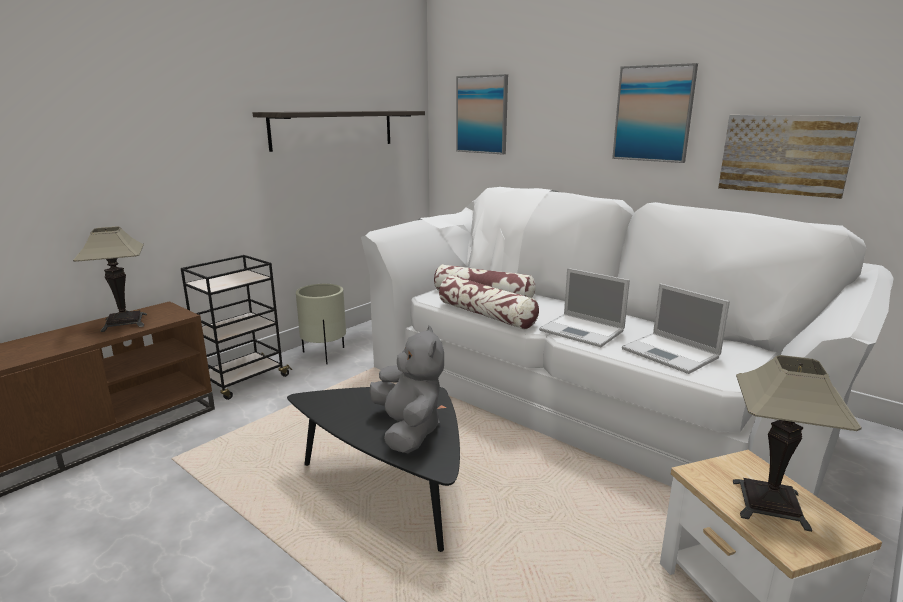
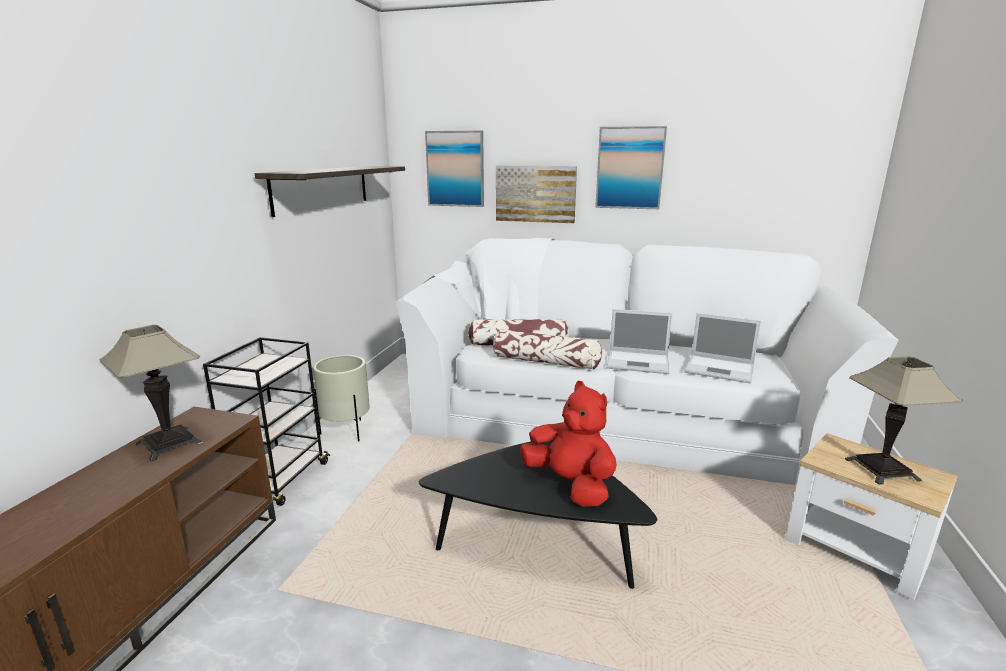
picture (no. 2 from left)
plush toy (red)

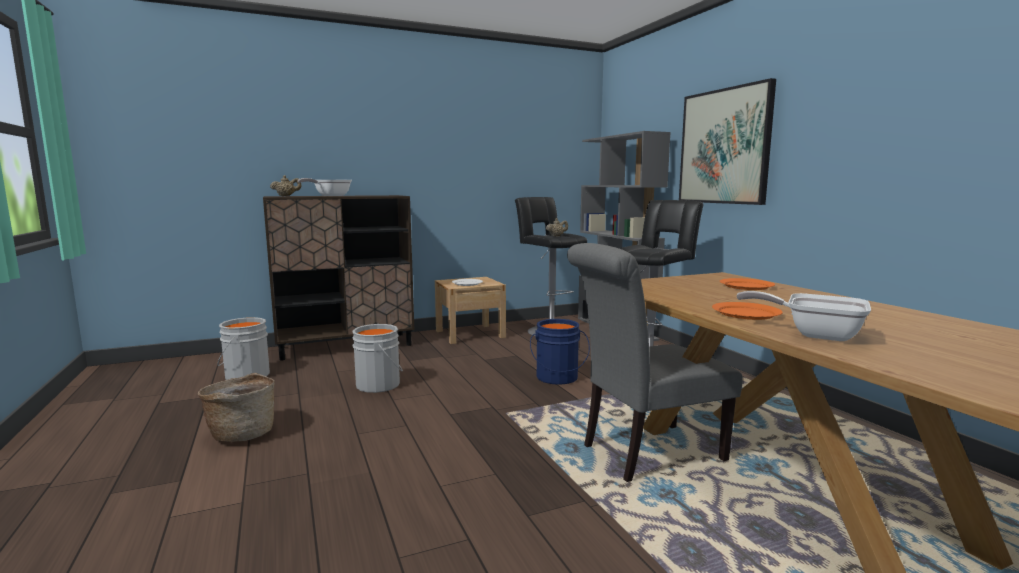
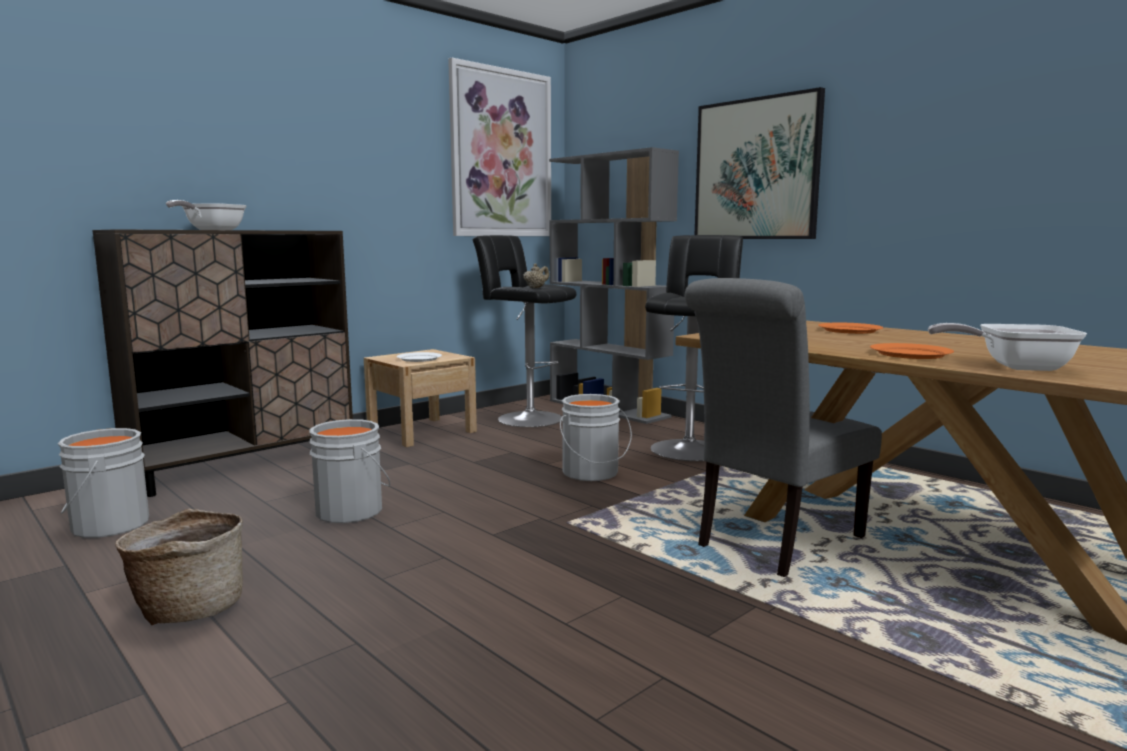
teapot (beige) (no. 1 from left in the first image)
bucket (grey) (no. 3 from left)
picture (no. 1 from left)

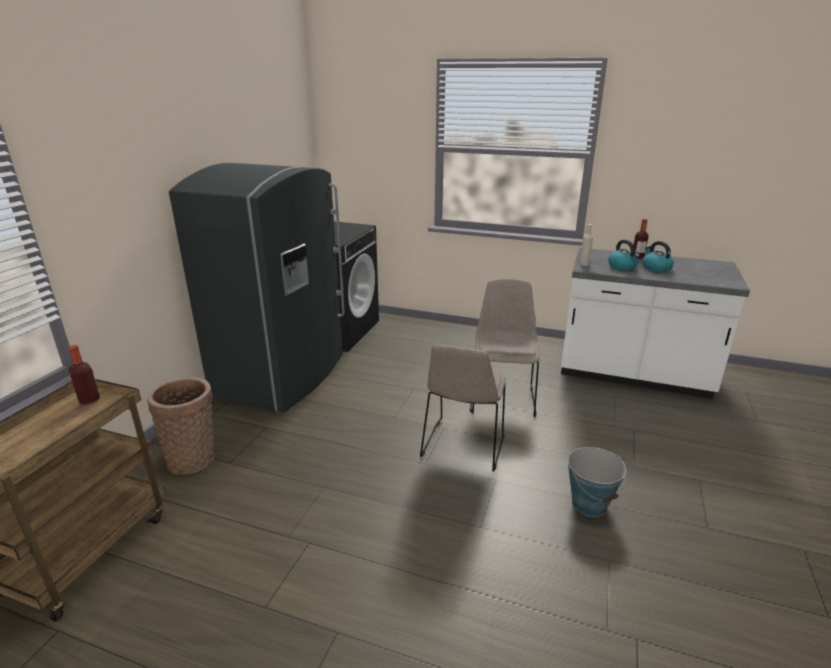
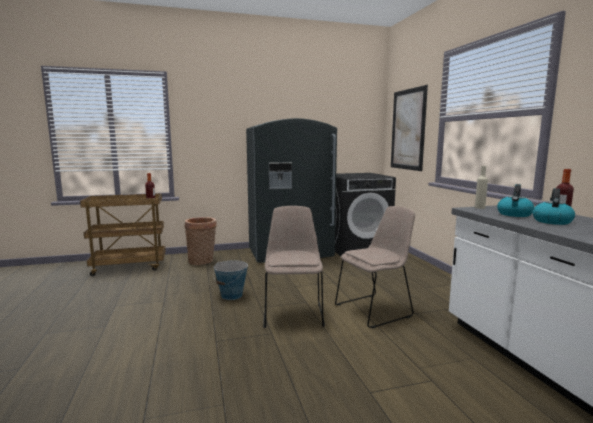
chair (beige) (no. 1 from left)
bucket
picture

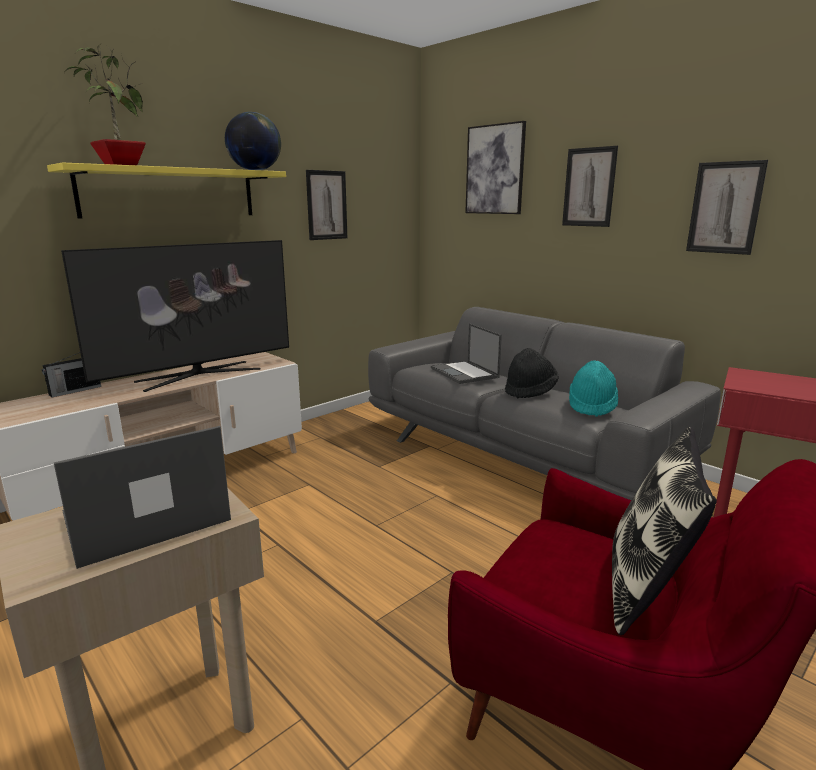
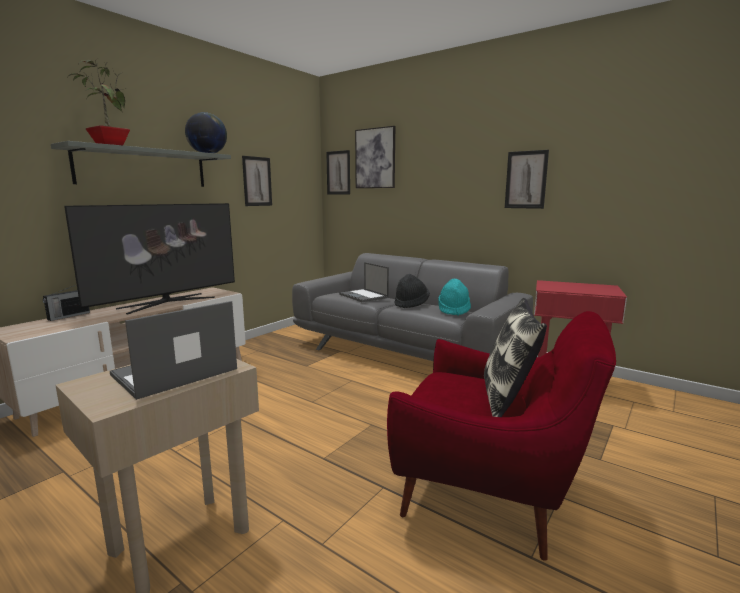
picture (no. 2 from left)
shelf (grey)

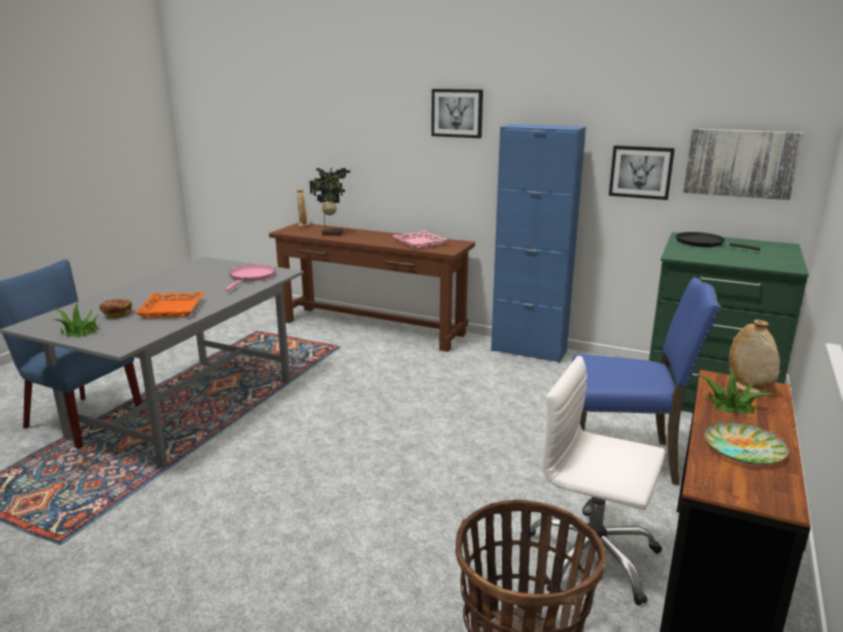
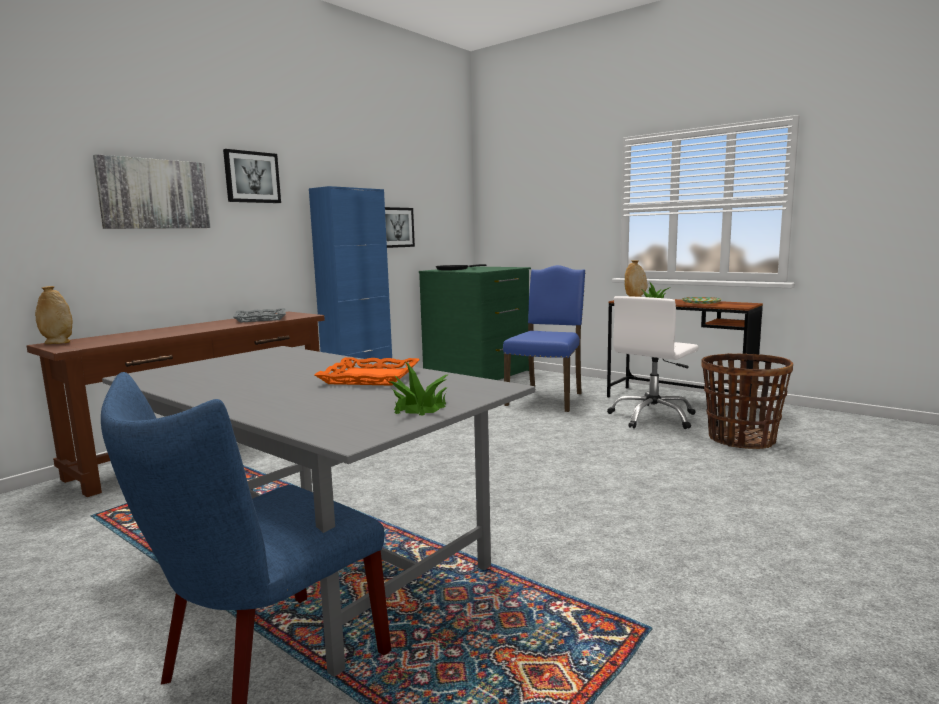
picture (no. 1 from left)
potted plant (no. 2 from left in the first image)
tray (grey)
frying pan (pink)
bread

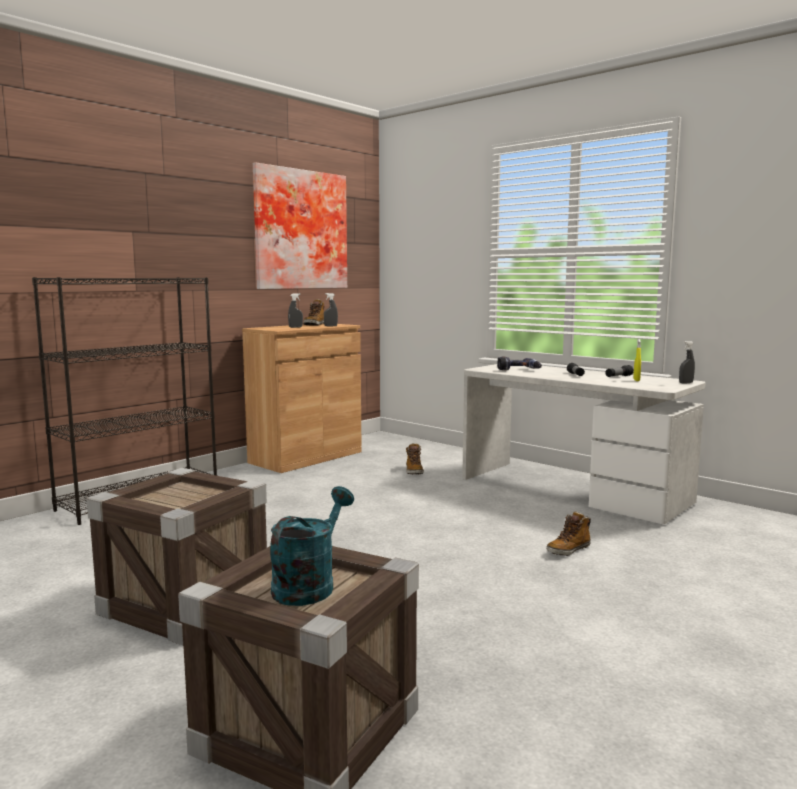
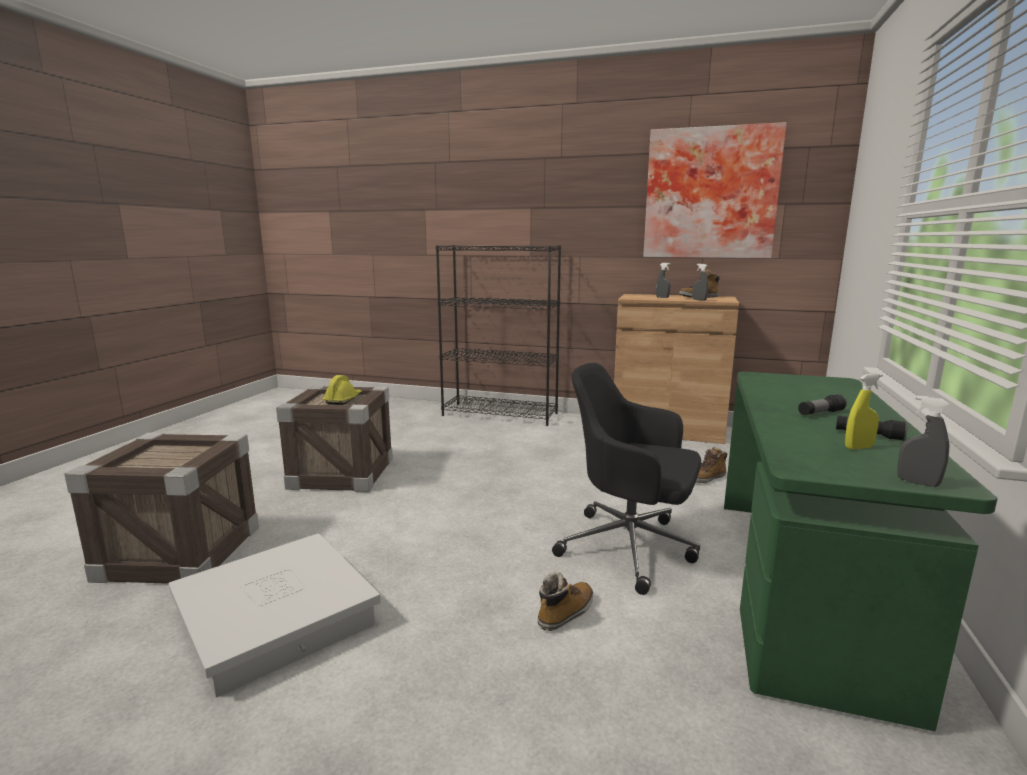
power drill
desk (green)
watering can (turquoise)
boot (no. 1 from left)
office chair (black)
hard hat (yellow)
storage box (white)

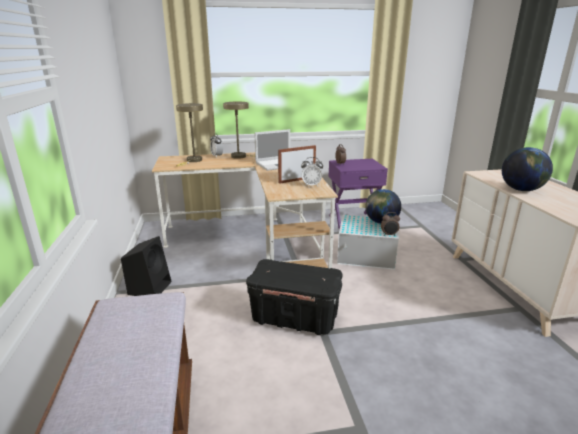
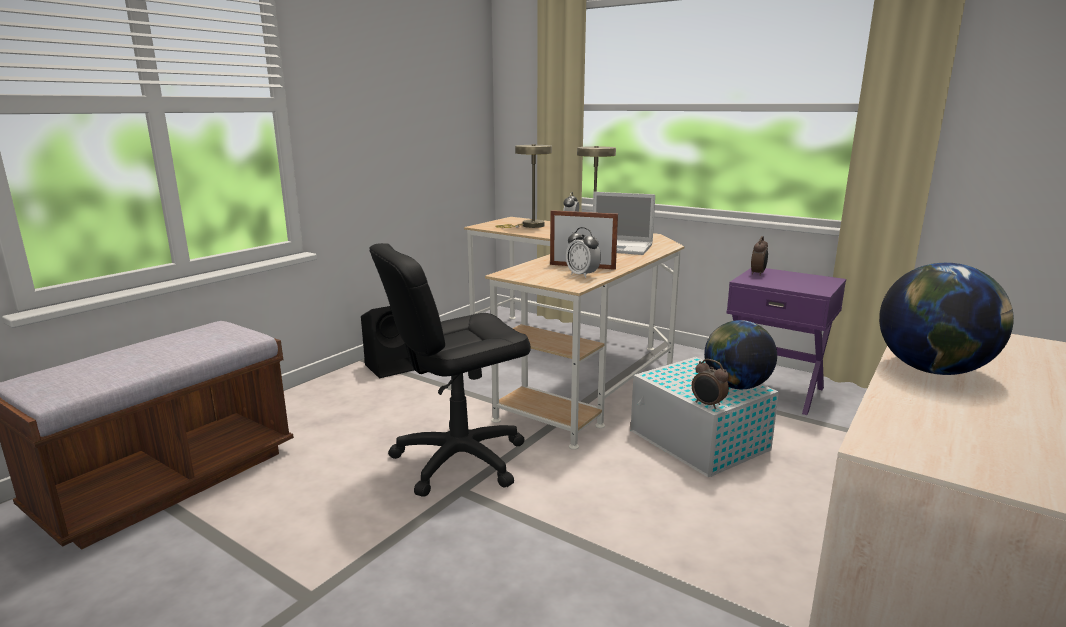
office chair (black)

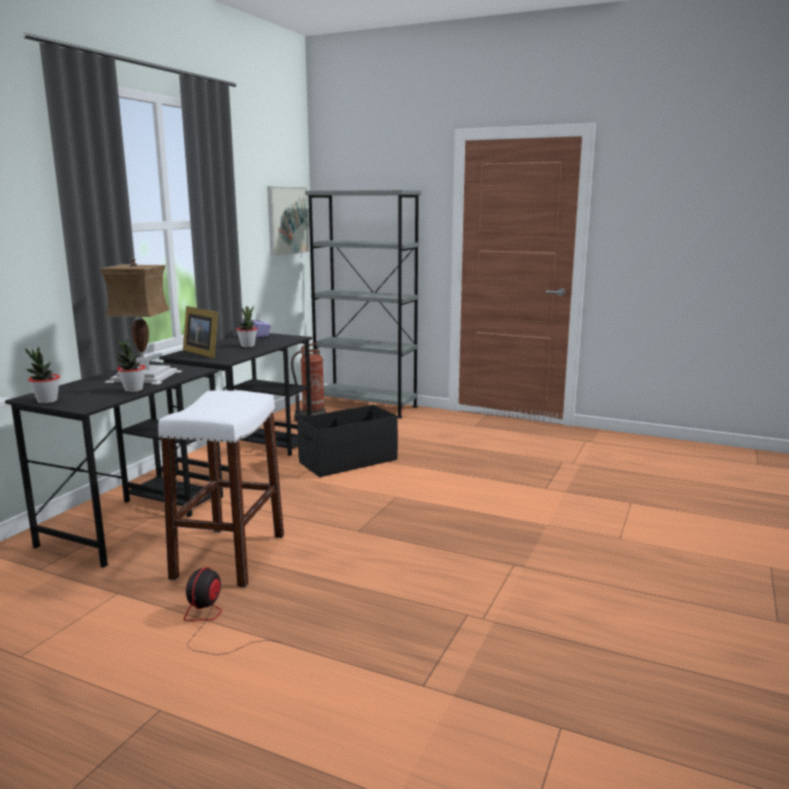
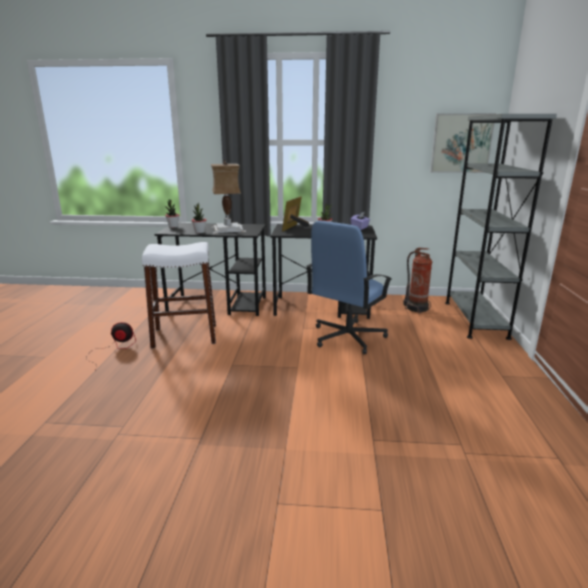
office chair (blue)

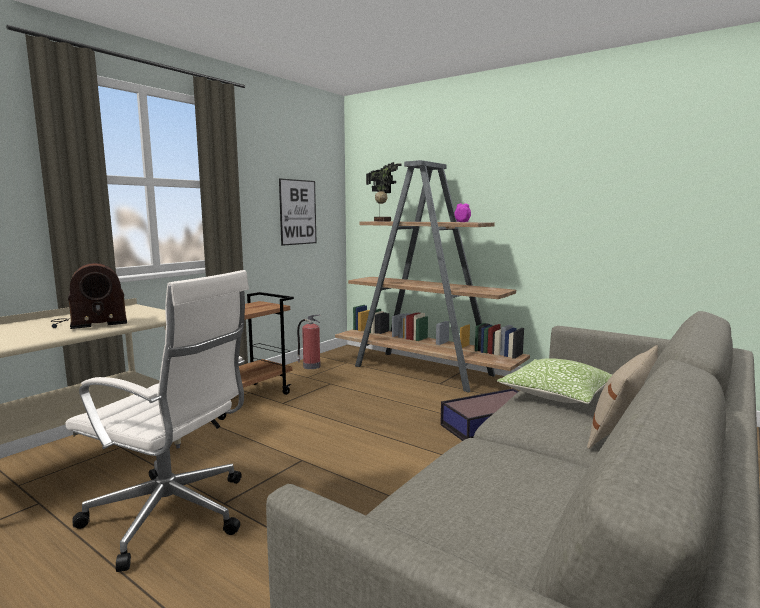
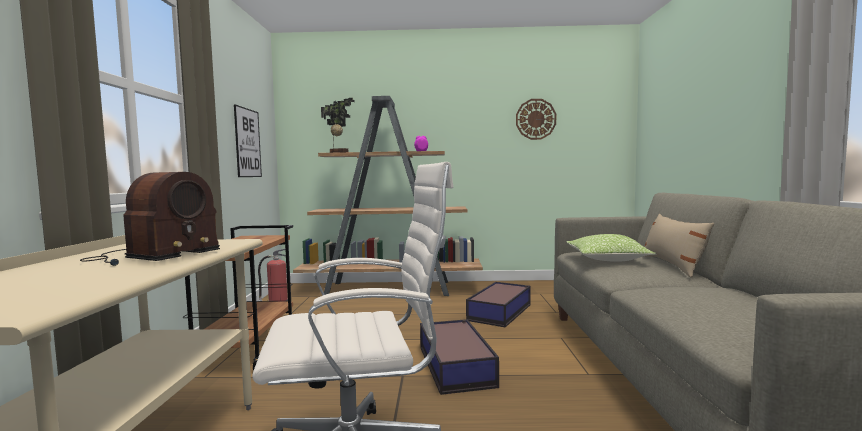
wall clock
storage box (no. 1 from left)

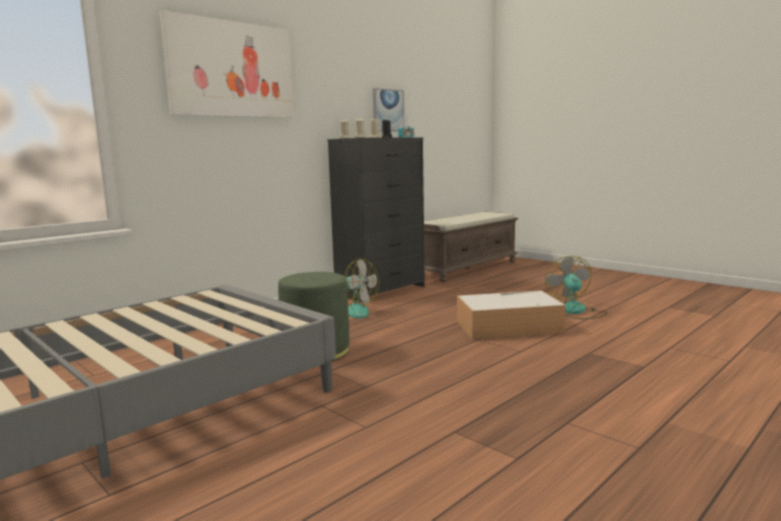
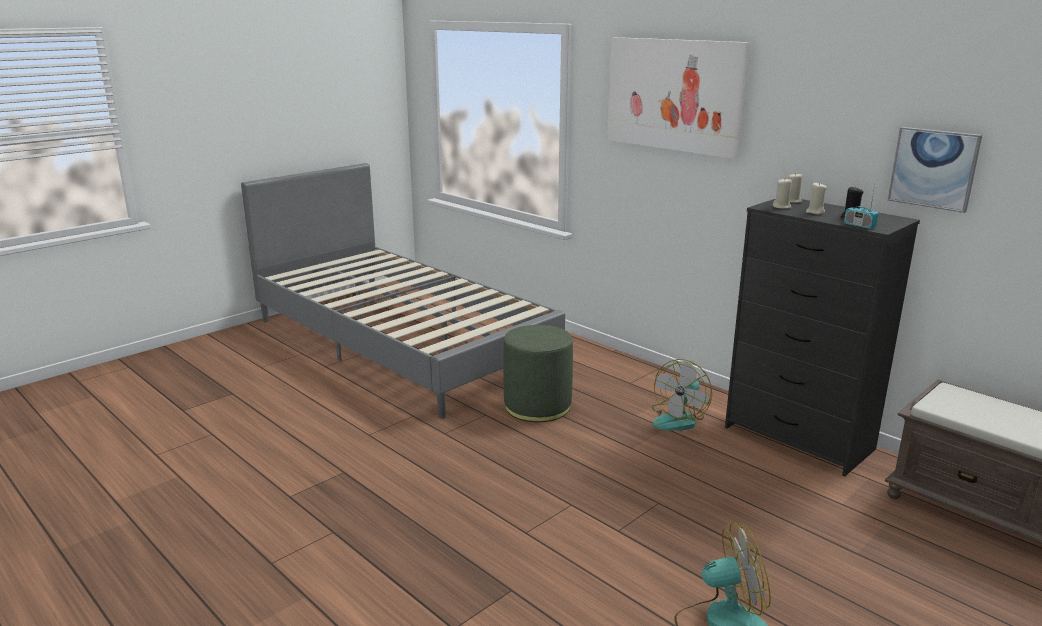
storage box

